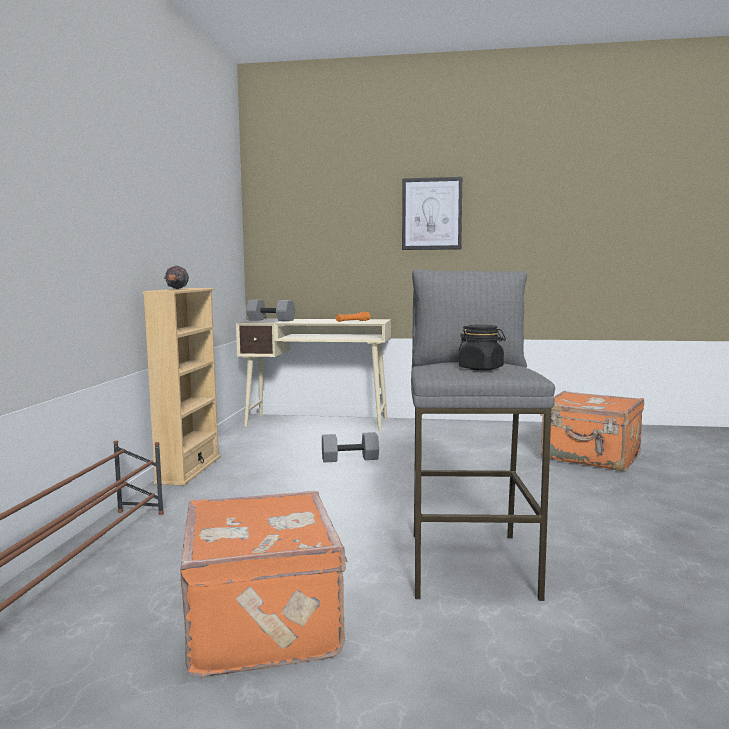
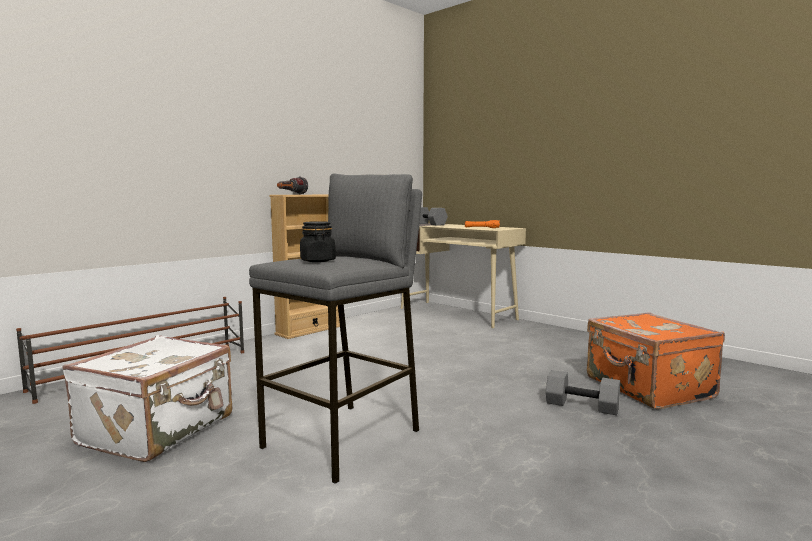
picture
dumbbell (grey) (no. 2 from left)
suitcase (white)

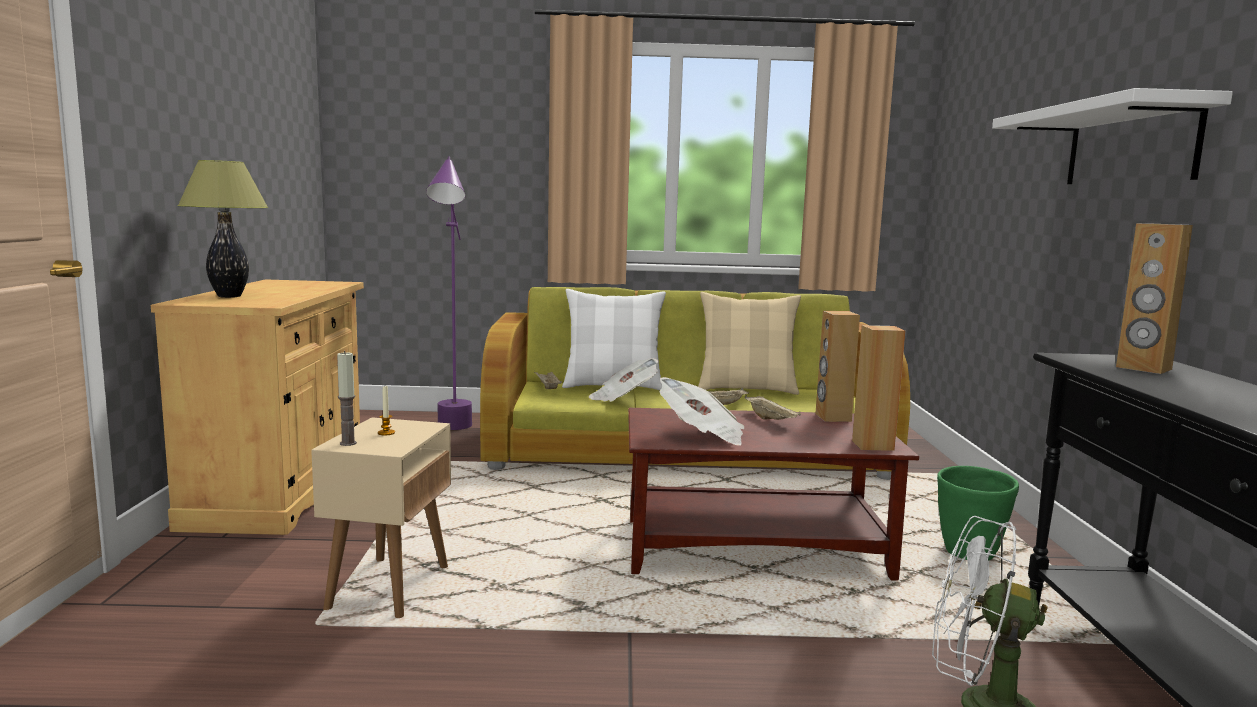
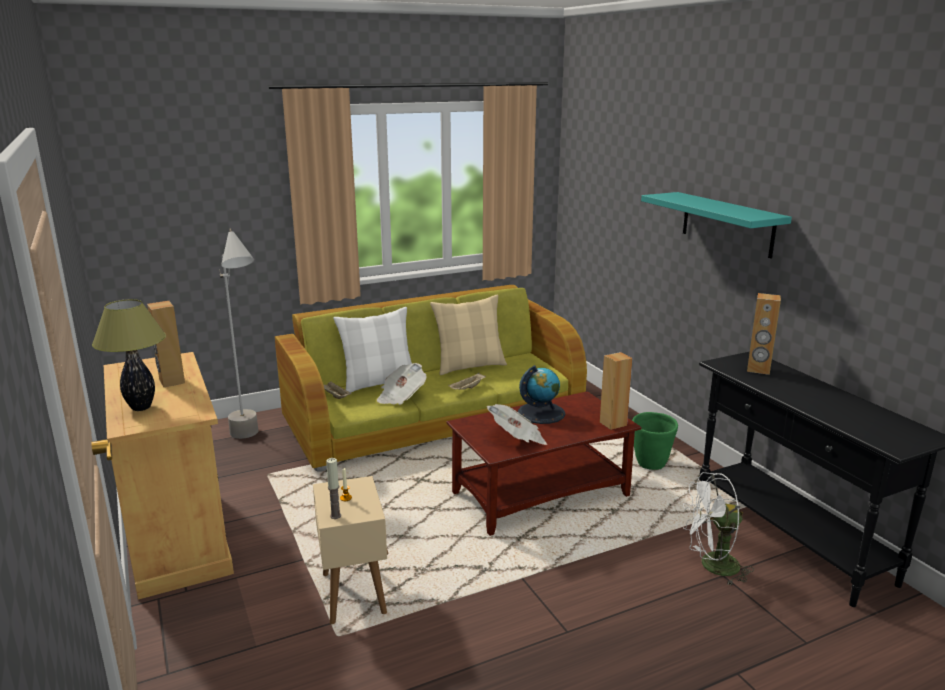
shelf (turquoise)
floor lamp (grey)
speaker (brown) (no. 1 from left)
globe

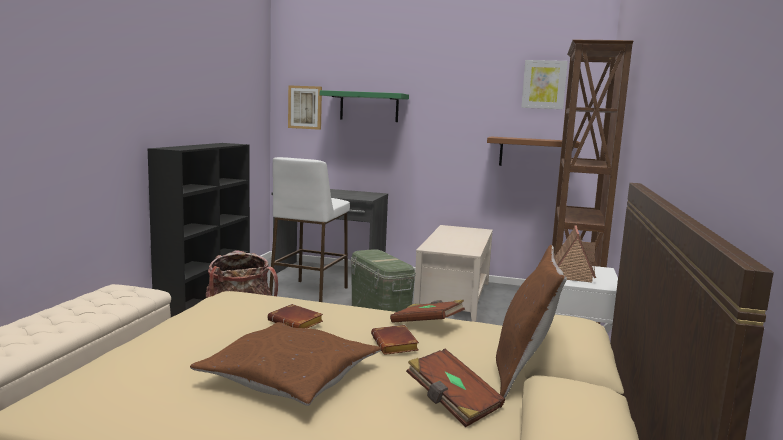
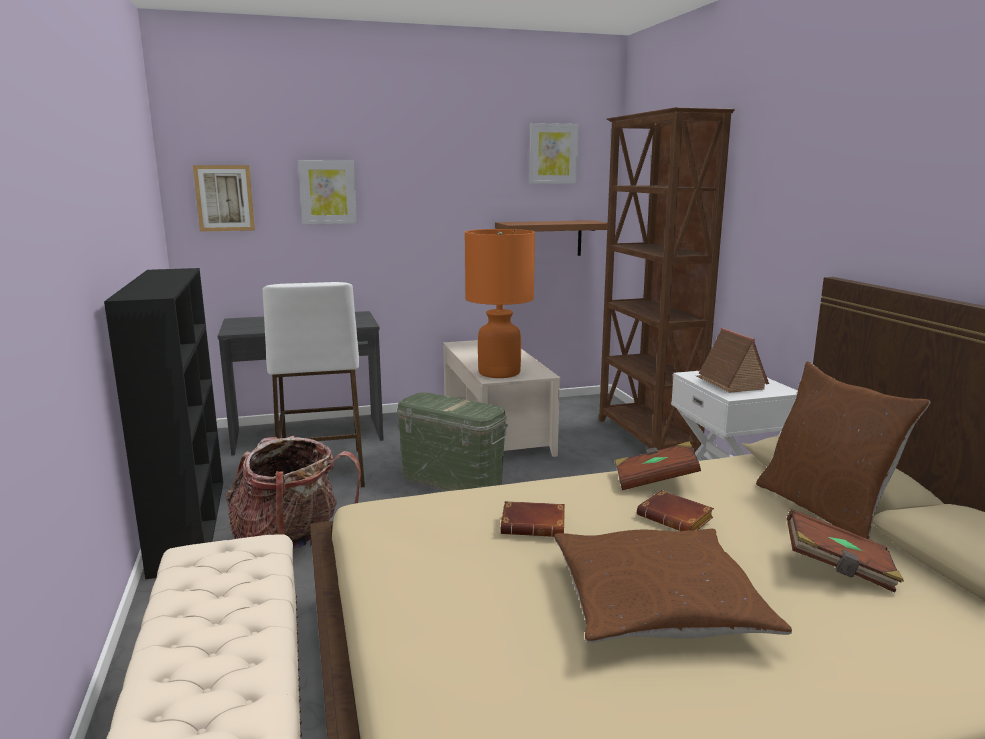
picture (no. 2 from left)
table lamp (orange)

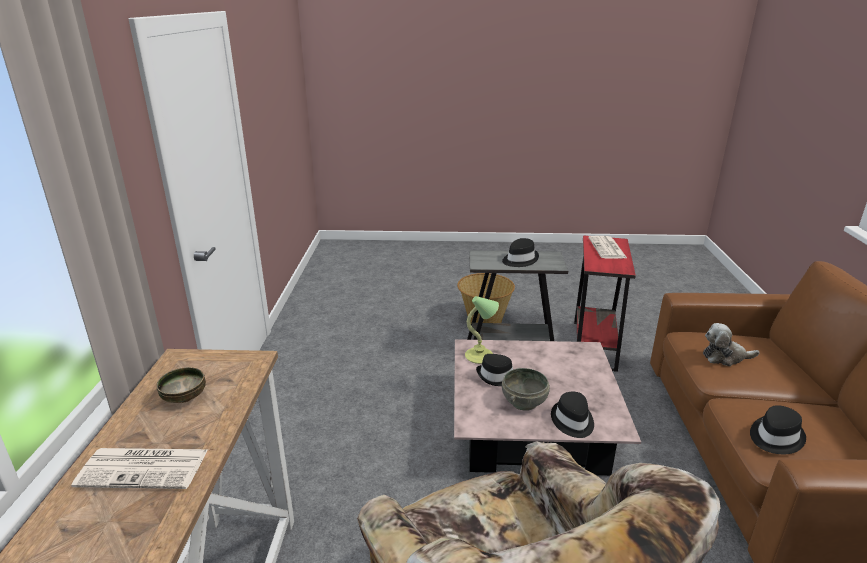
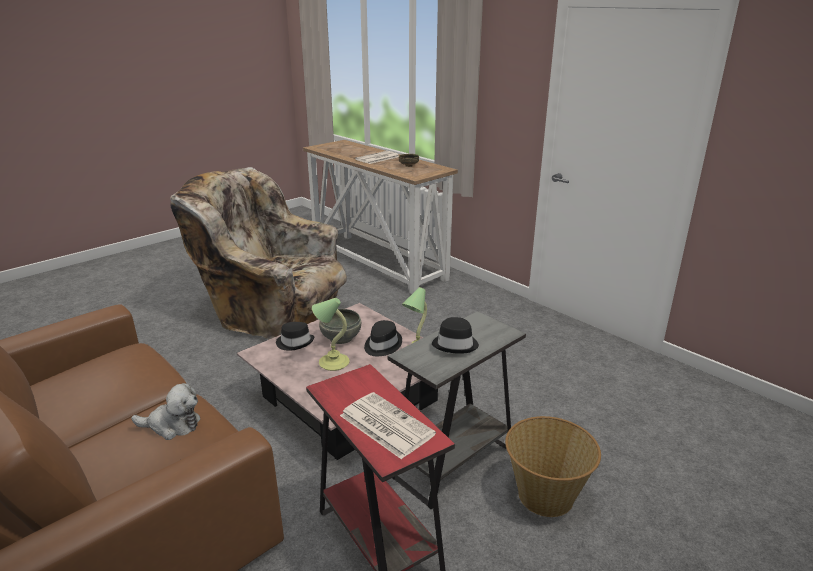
plush toy
hat (black) (no. 4 from left in the first image)
table lamp (no. 1 from left)

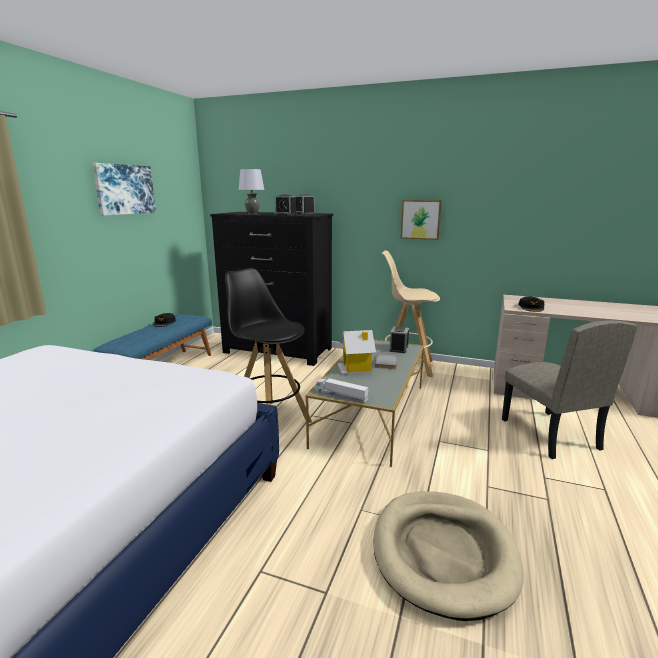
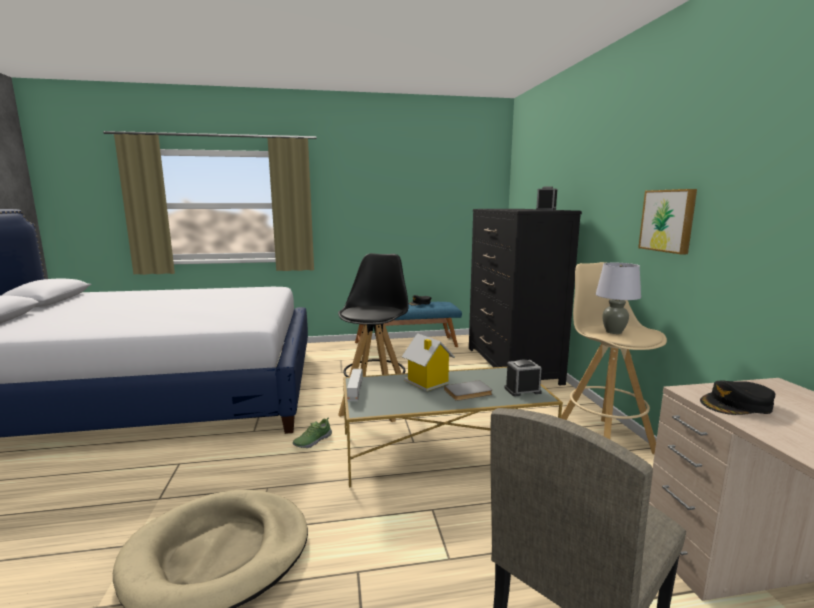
picture (no. 1 from left in the first image)
table lamp (grey)
alarm clock (no. 1 from left in the first image)
shoe

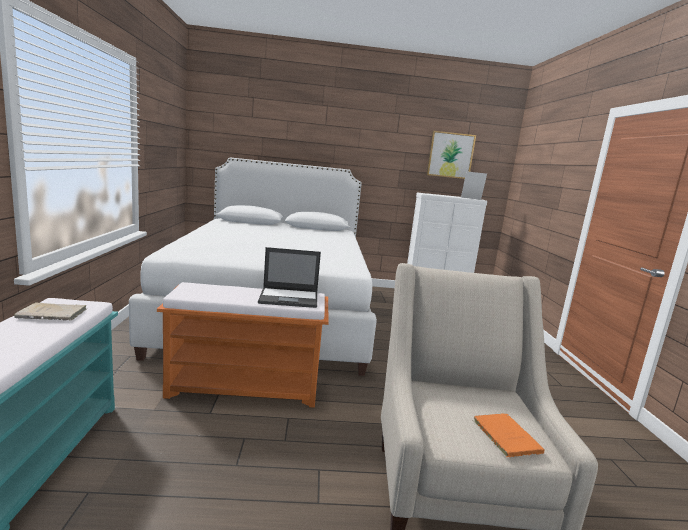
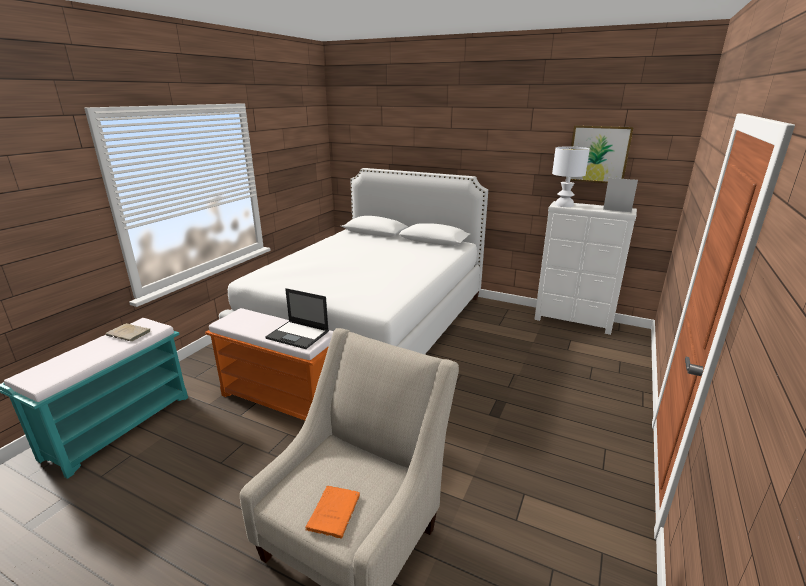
table lamp (white)

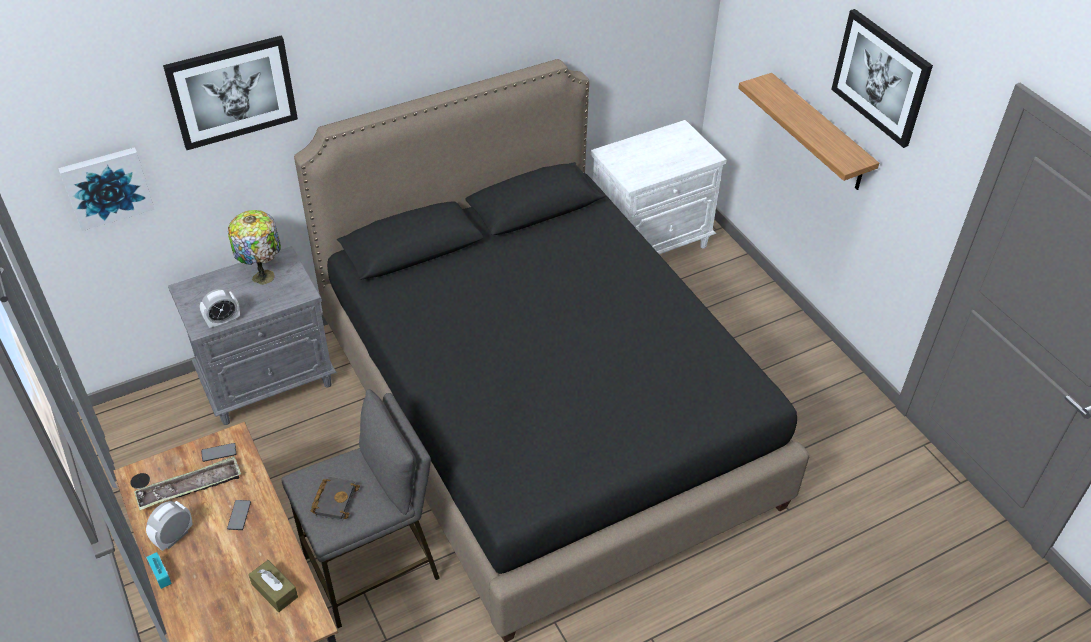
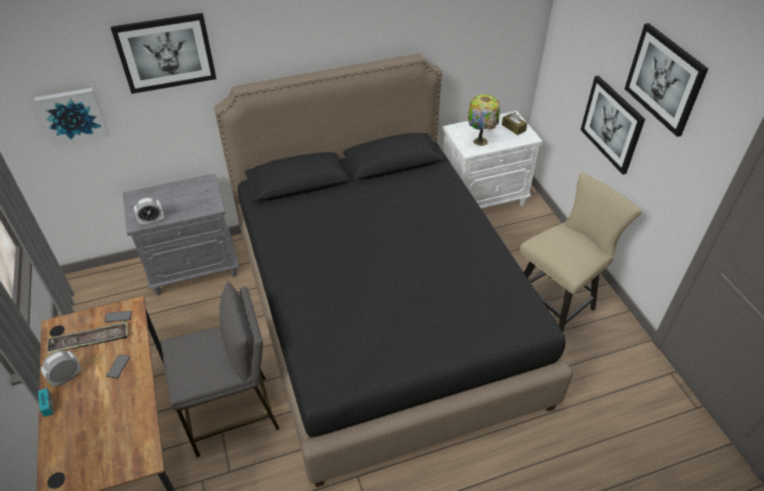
picture (no. 3 from left)
table lamp
book (black)
tissue box (brown)
chair (beige)

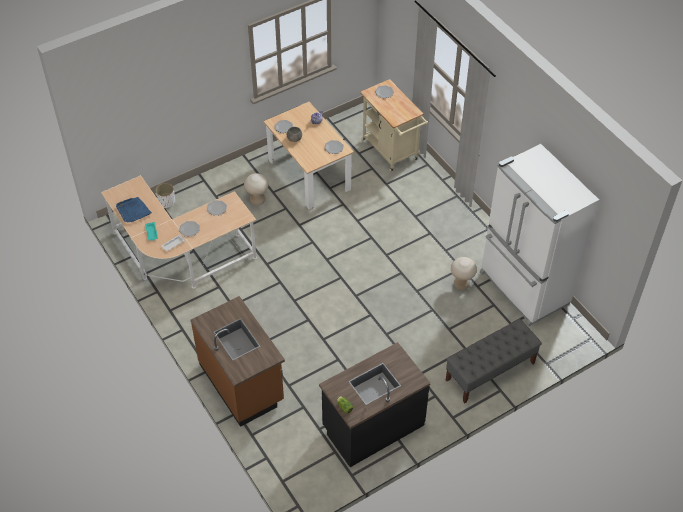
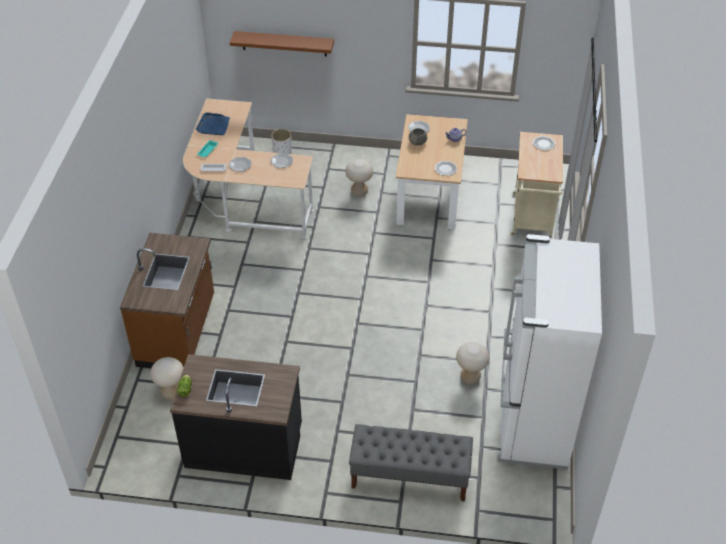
shelf (brown)
stool (beige) (no. 1 from left)

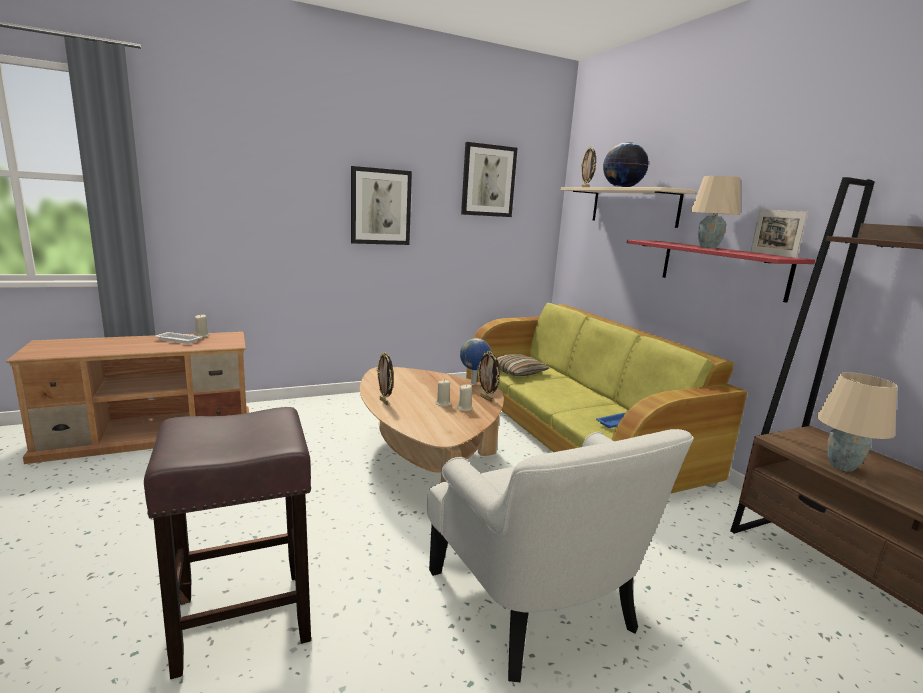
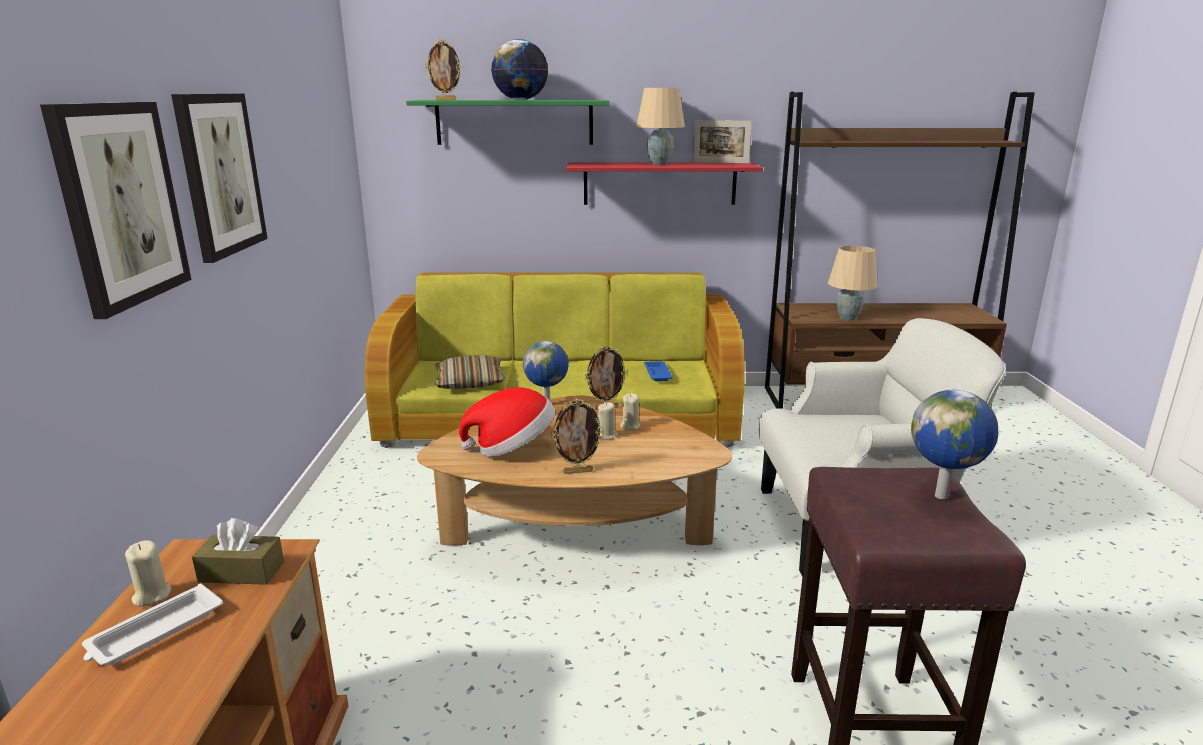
picture (no. 1 from left)
shelf (green)
hat
globe (no. 3 from left)
tissue box (brown)

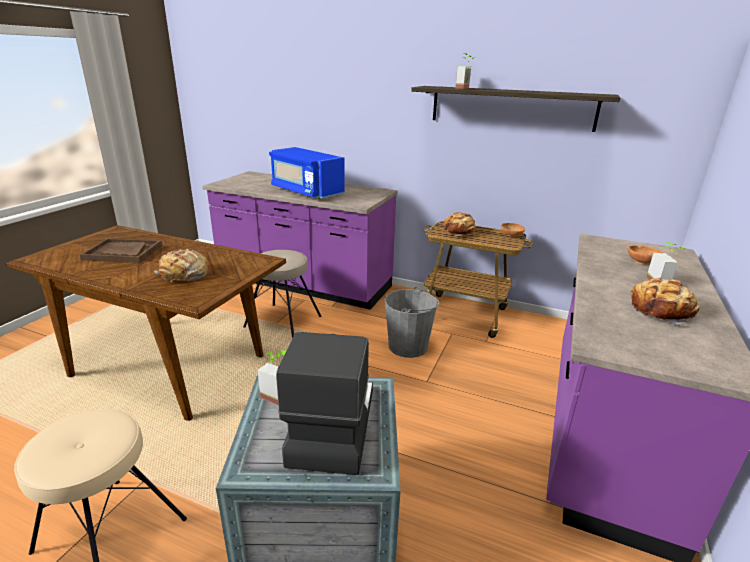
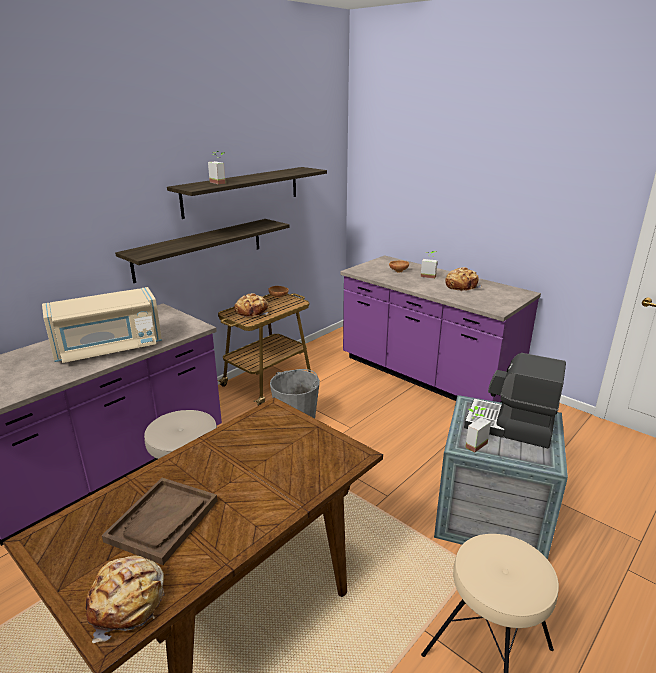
microwave (beige)
bread (no. 1 from left)
shelf (no. 1 from left)

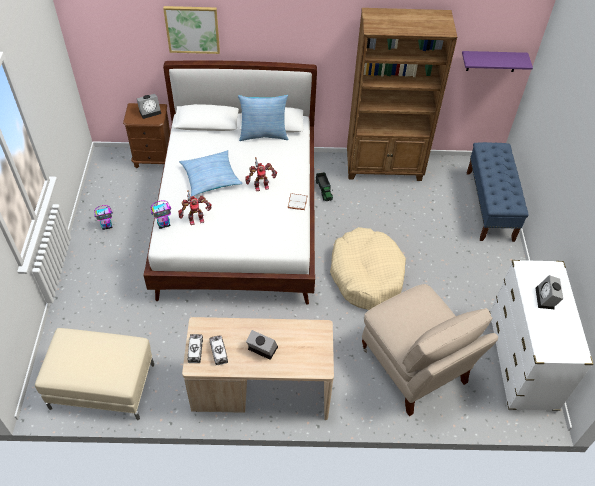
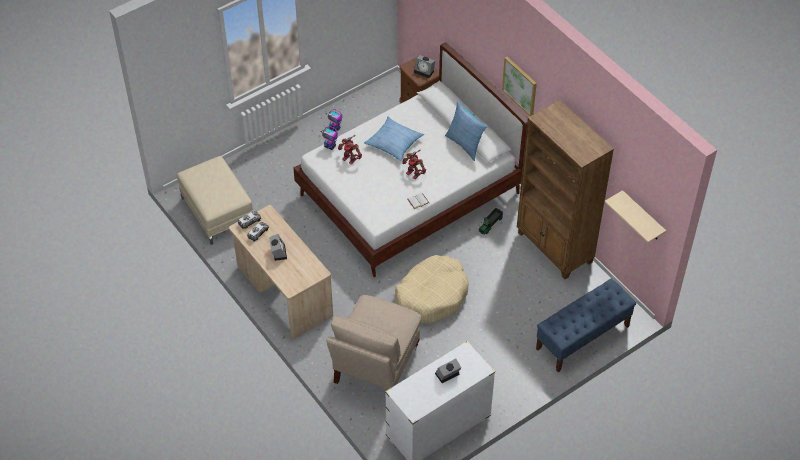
picture
shelf (beige)

